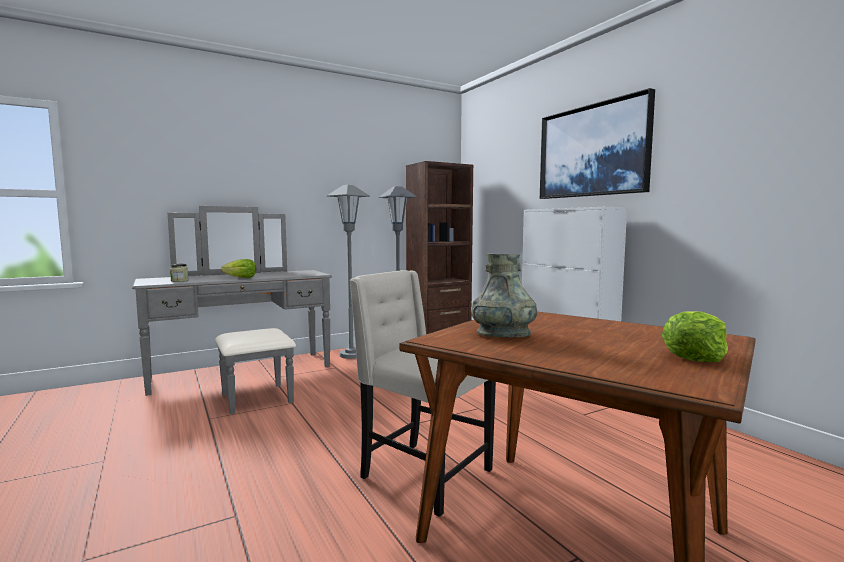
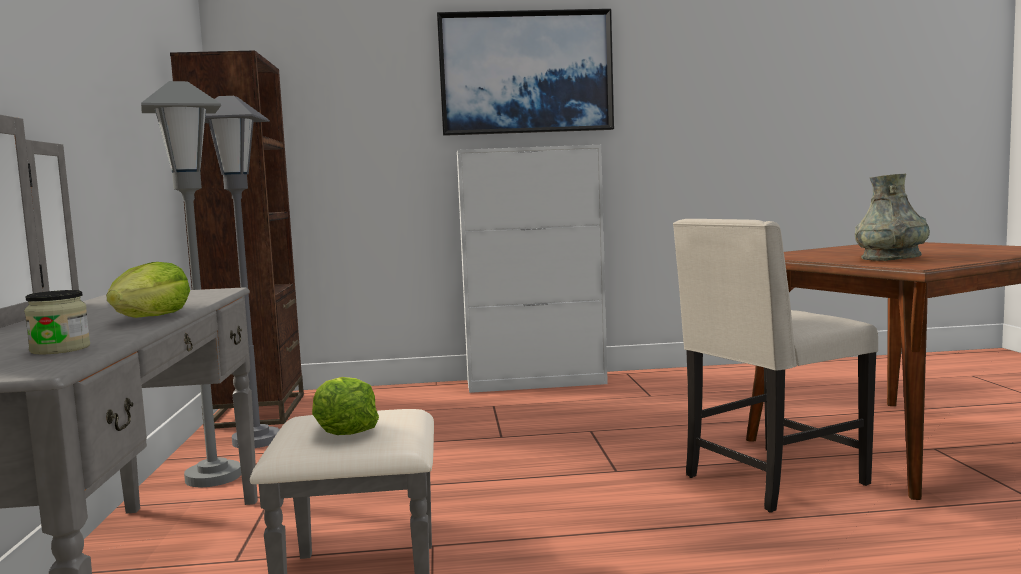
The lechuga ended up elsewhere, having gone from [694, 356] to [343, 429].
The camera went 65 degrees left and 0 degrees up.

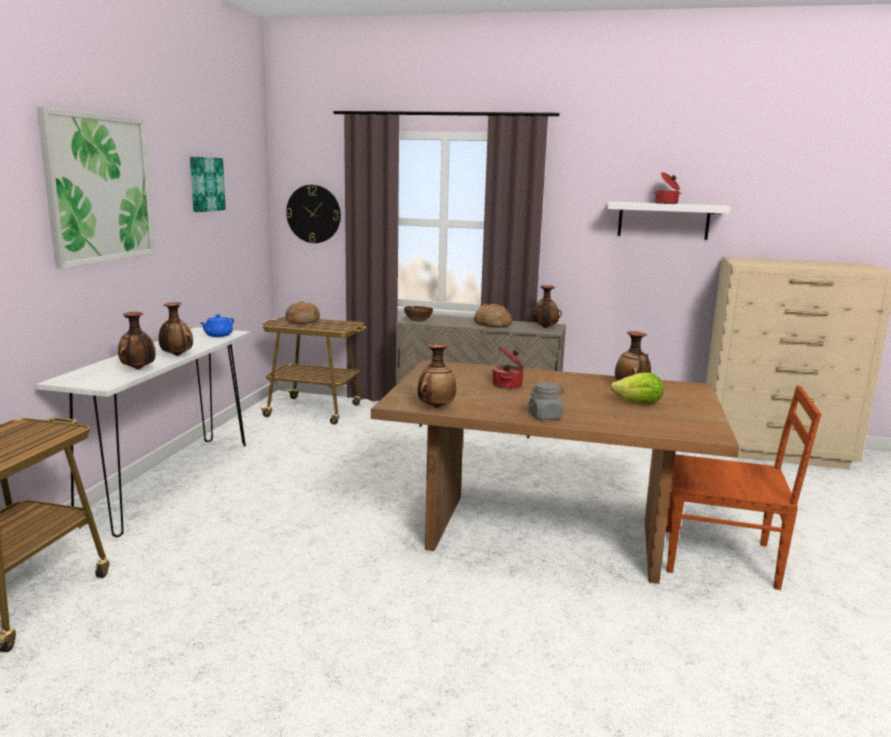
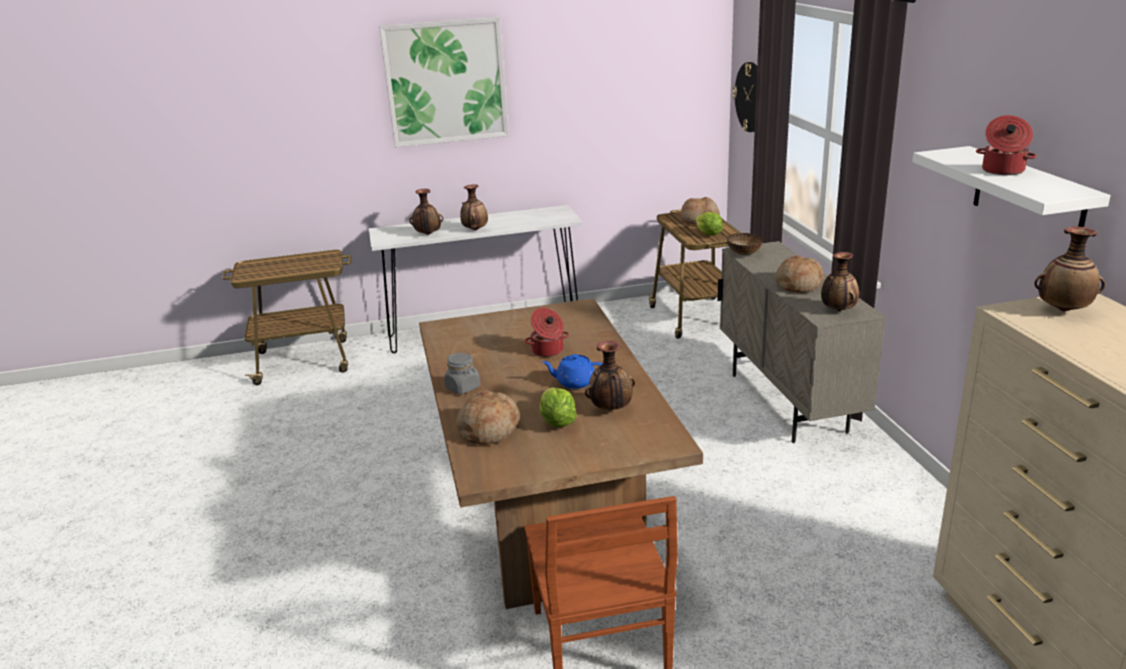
The second view gained the pan at [488, 429].
The tetera/azul ended up elsewhere, having gone from [218, 335] to [574, 382].
The second view gained the lechuga at [708, 234].
The florero ended up elsewhere, having gone from [436, 407] to [1063, 310].
The second view lost the cuadro at [205, 184].
The camera went 65 degrees right and 10 degrees up.

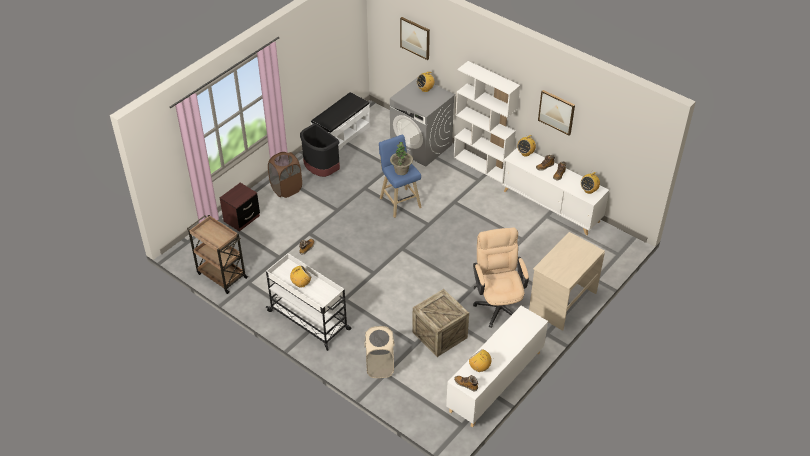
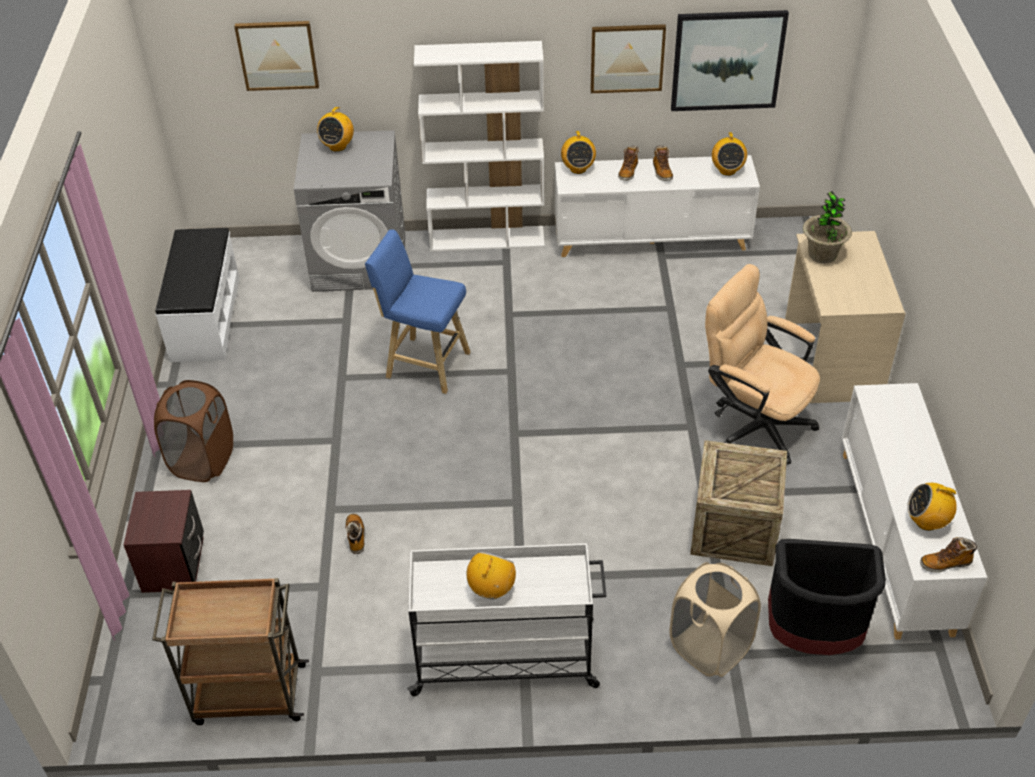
The second view gained the cuadro at [727, 60].
The papelera/negro ended up elsewhere, having gone from [321, 171] to [814, 637].
The planta en maceta ended up elsewhere, having gone from [401, 170] to [822, 254].
The camera went 40 degrees left and 0 degrees up.

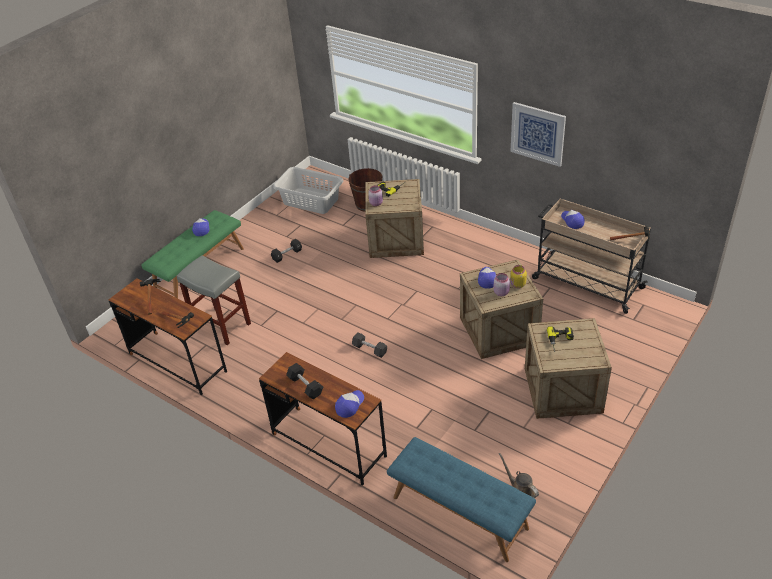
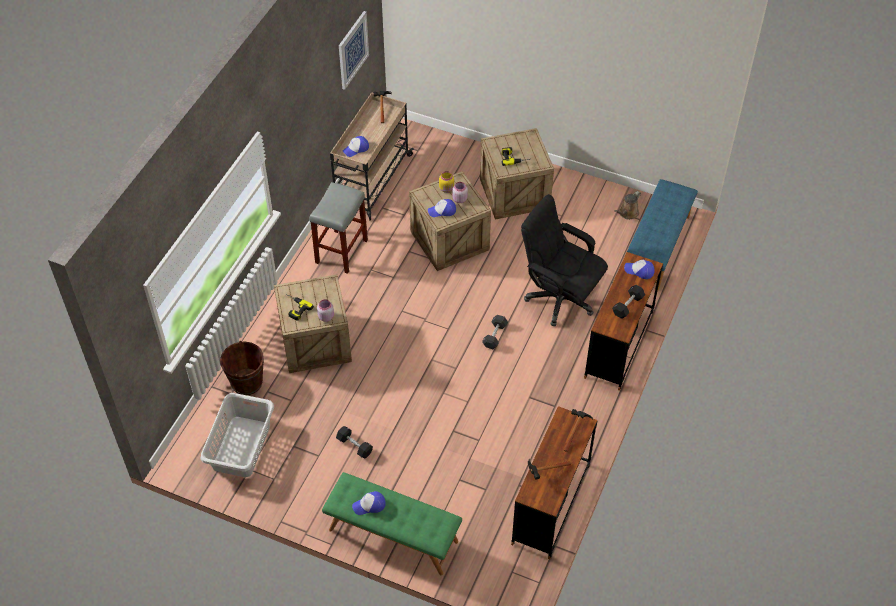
The taburete/gris ended up elsewhere, having gone from [222, 326] to [341, 251].
The cuadro ended up elsewhere, having gone from [537, 133] to [353, 50].
The second view gained the silla de oficina/negro at [559, 298].
The camera went 105 degrees left and 10 degrees up.

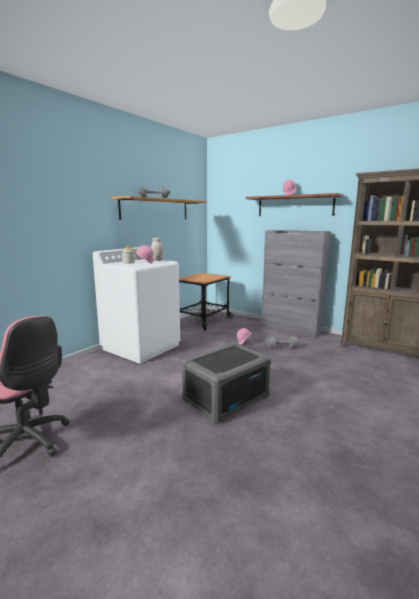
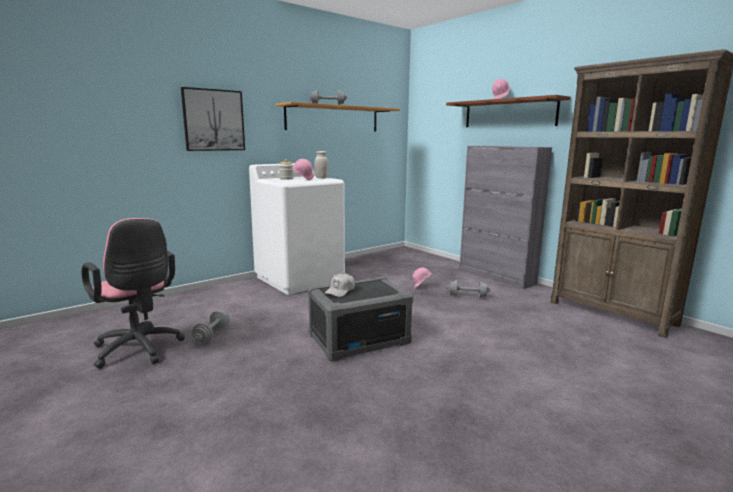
The second view gained the cuadro at [213, 120].
The second view gained the mancuerna/gris at [212, 335].
The second view gained the gorra/blanco at [340, 291].
The second view lost the carrito at [203, 320].
The camera went 15 degrees right and 0 degrees up.

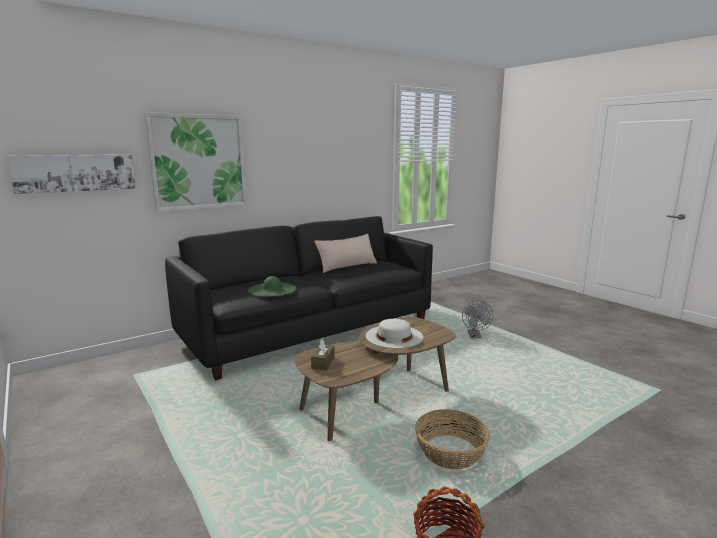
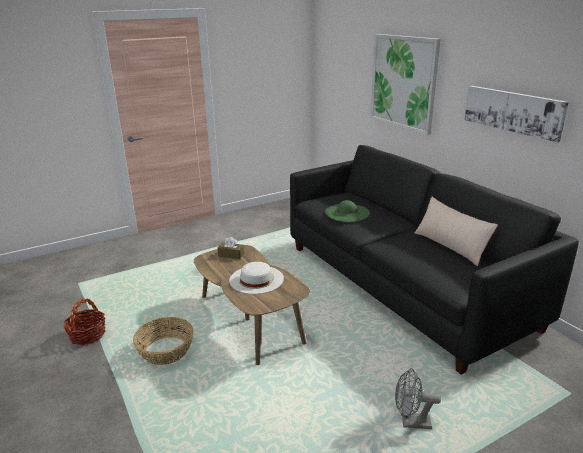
The cuadro ended up elsewhere, having gone from [75, 173] to [513, 111].
The camera went 95 degrees right and 10 degrees up.

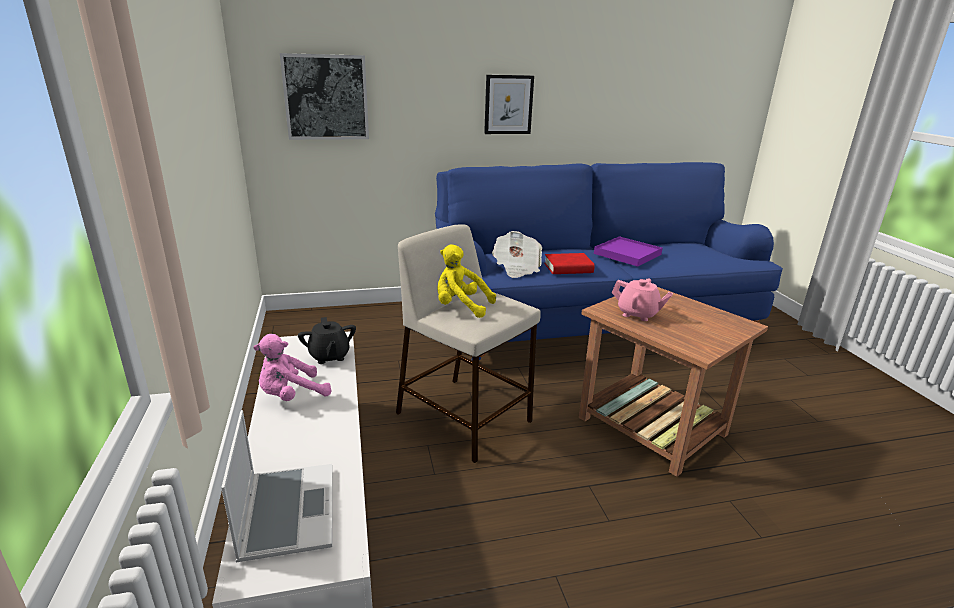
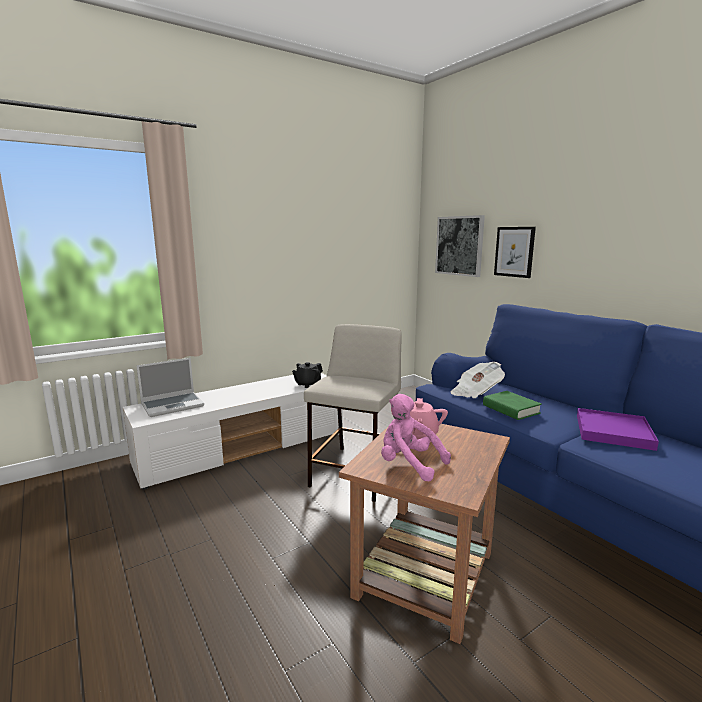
The peluche/rosa ended up elsewhere, having gone from [291, 396] to [409, 464].
What was the libro/rojo at [568, 268] turned into the libro/verde at [511, 409].
The cuadro ended up elsewhere, having gone from [508, 104] to [514, 252].
The second view lost the peluche/amarillo at [460, 307].
The camera went 70 degrees right and 10 degrees down.

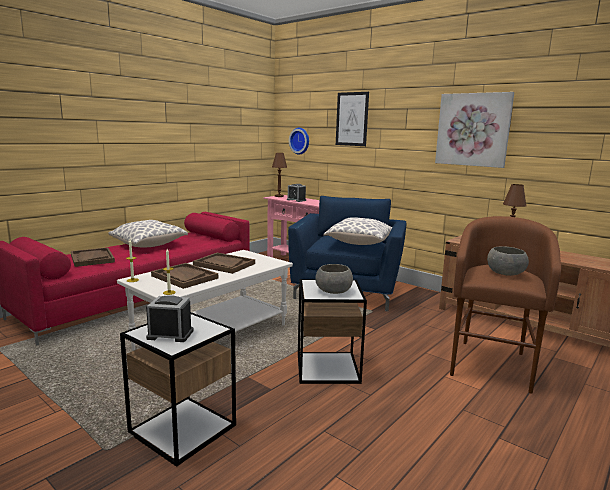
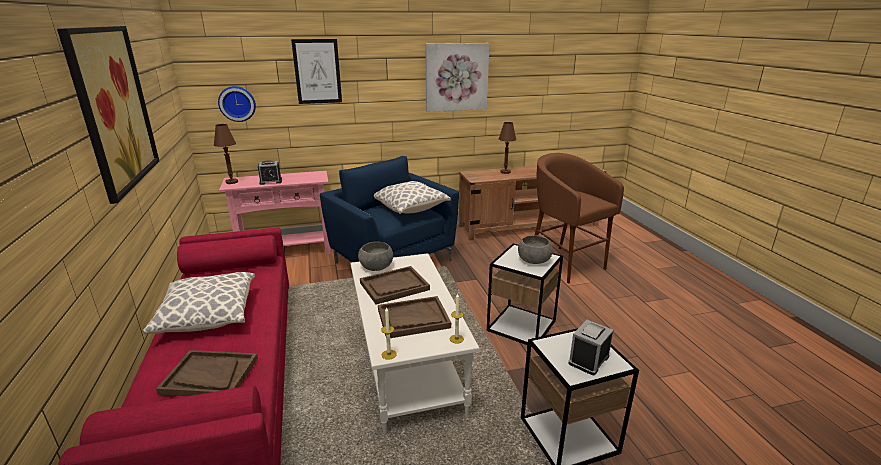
The second view gained the cuadro at [113, 108].
The cuenco/gris ended up elsewhere, having gone from [505, 273] to [376, 267].
The camera went 55 degrees left and 10 degrees up.

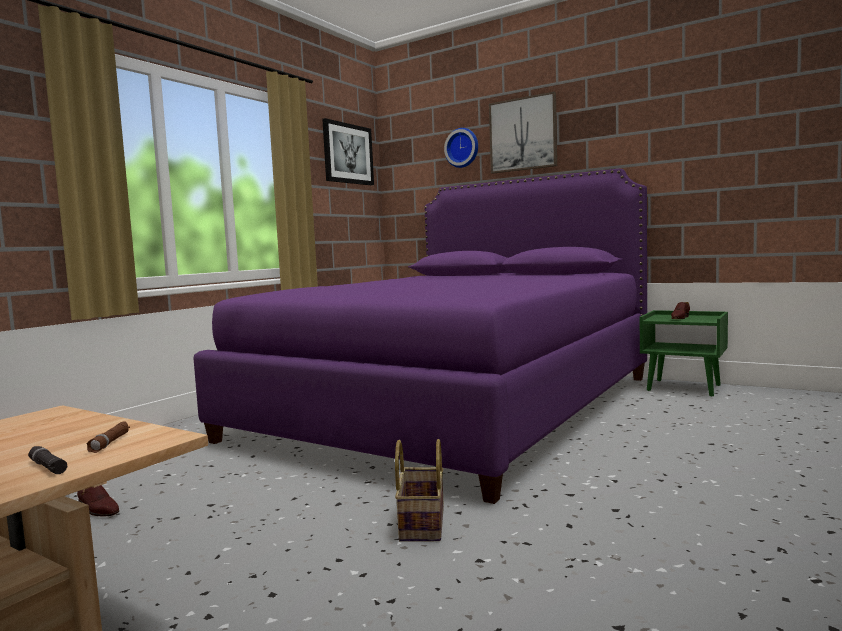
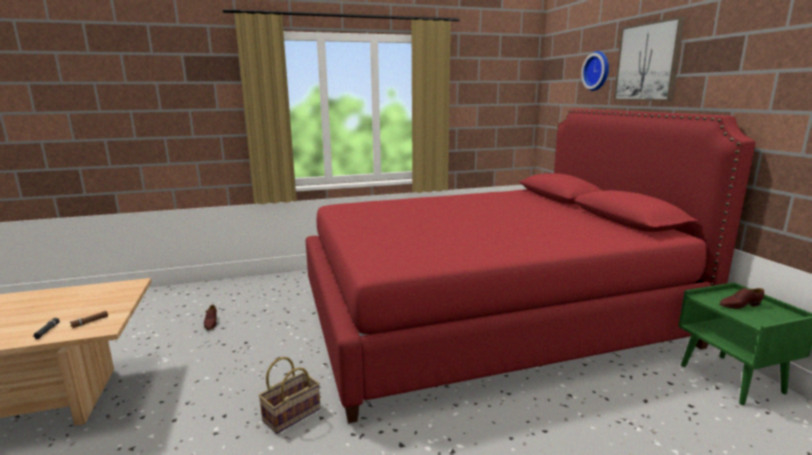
What was the cama/morado at [455, 406] turned into the cama/rojo at [484, 316].
The second view lost the cuadro at [348, 153].
The camera went 40 degrees right and 10 degrees up.

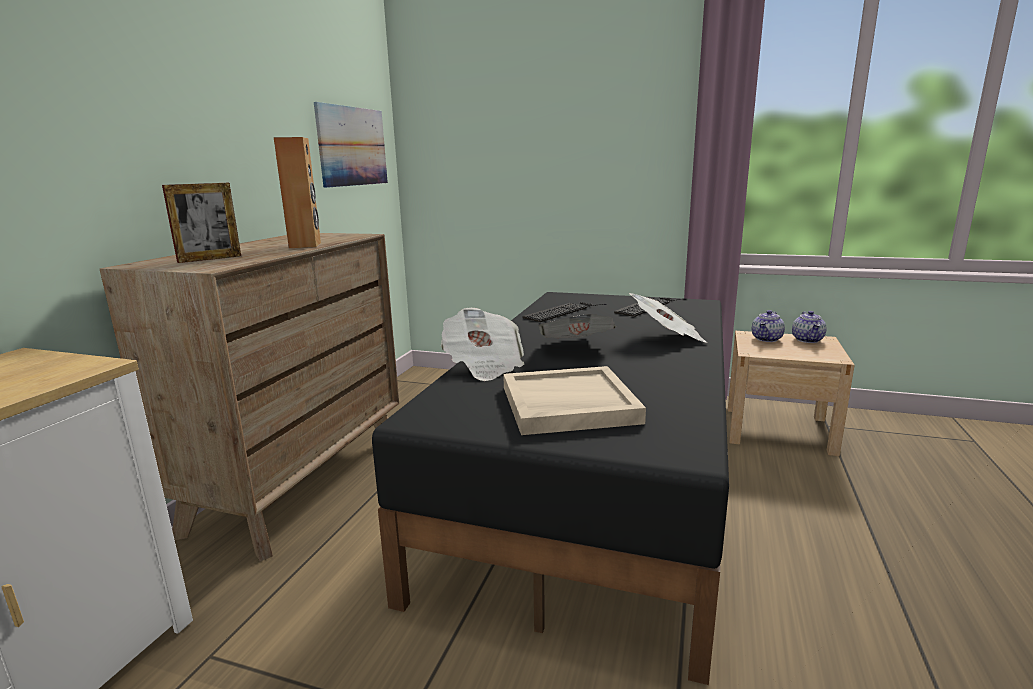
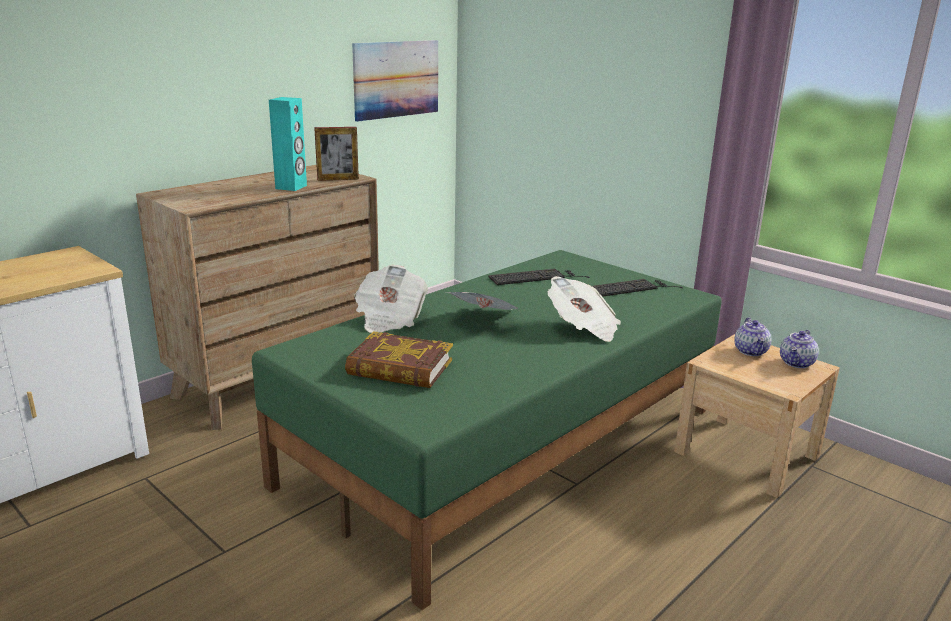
What was the cama/negro at [598, 478] turned into the cama/verde at [508, 446].
What was the altavoz/marrón at [305, 245] turned into the altavoz/turquesa at [291, 187].
The portarretratos ended up elsewhere, having gone from [210, 259] to [338, 179].
Where the bandeja/beis stood at [567, 405], the libro came to stand at [400, 368].
The tetera at [767, 339] ended up facing another way, 60 degrees counterclockwise from before.
The camera went 25 degrees right and 5 degrees up.

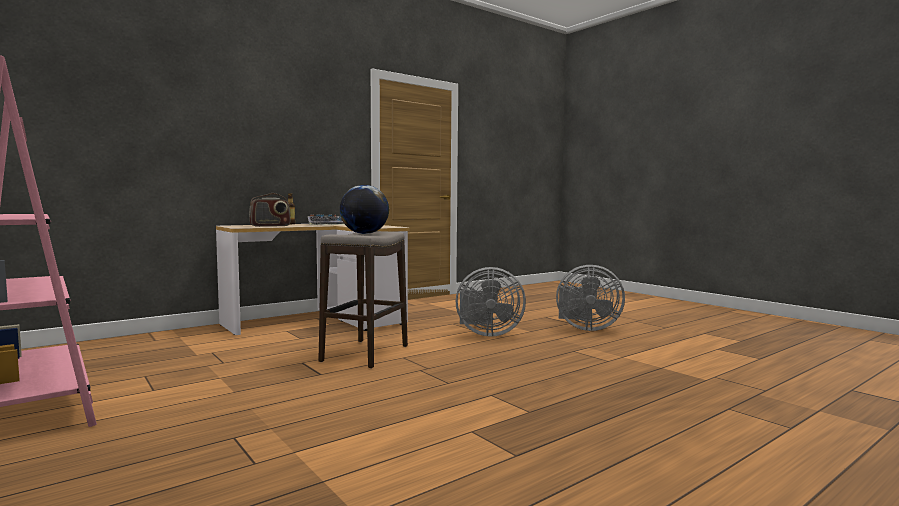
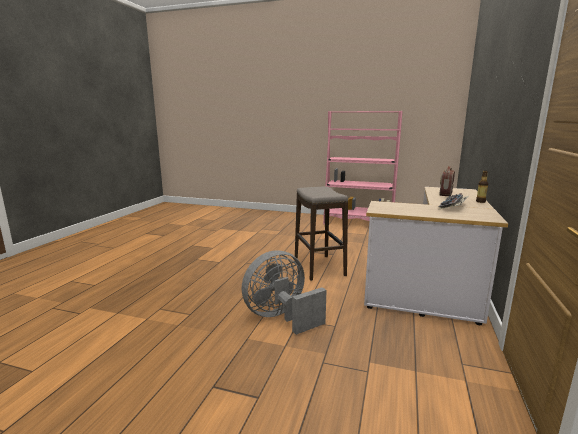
The second view lost the globo terráqueo at [364, 233].
The second view lost the ventilador/gris at [585, 328].
The camera went 145 degrees right and 10 degrees up.

